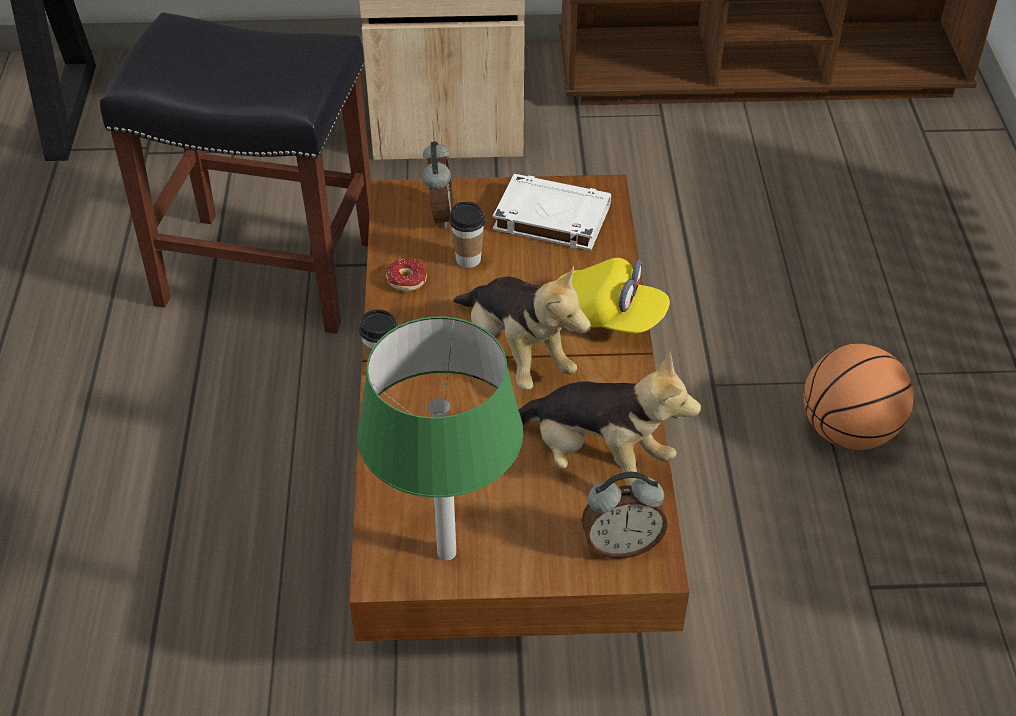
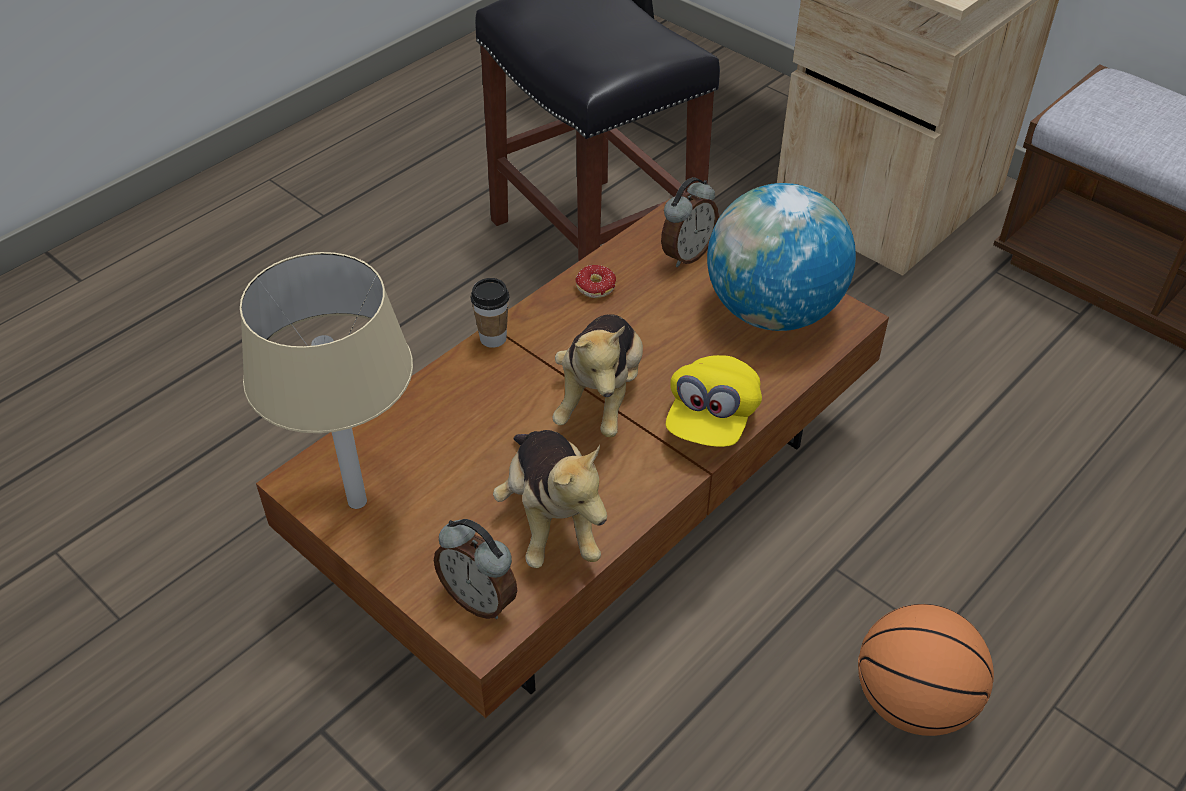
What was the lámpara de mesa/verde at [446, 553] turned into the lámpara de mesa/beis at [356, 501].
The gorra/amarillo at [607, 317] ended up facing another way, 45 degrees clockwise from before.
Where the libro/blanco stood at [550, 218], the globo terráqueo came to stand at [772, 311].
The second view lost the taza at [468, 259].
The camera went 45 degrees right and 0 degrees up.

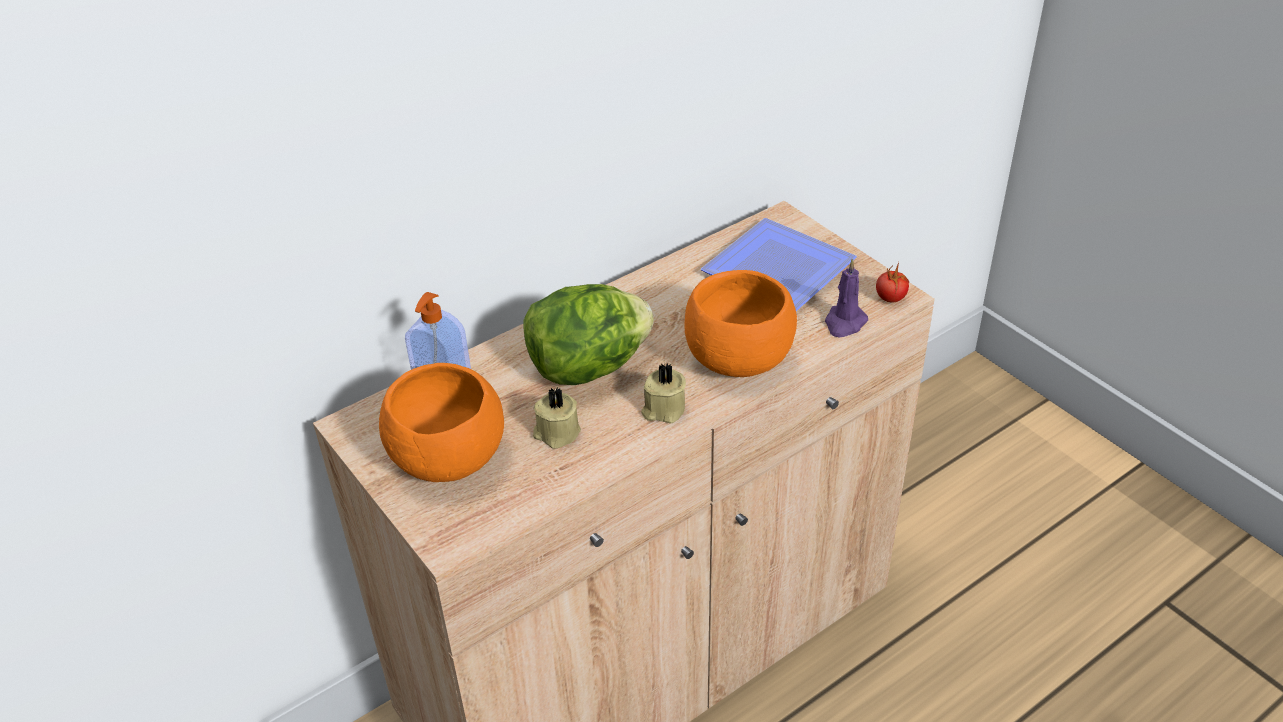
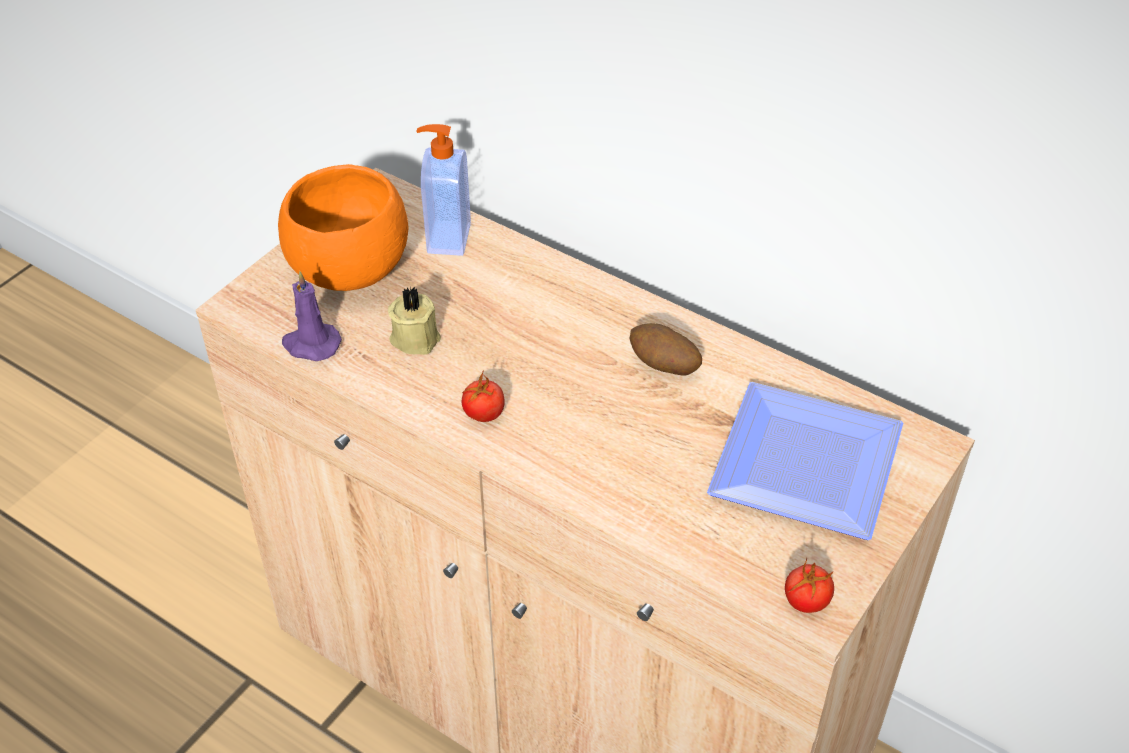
The vela/morado ended up elsewhere, having gone from [844, 323] to [311, 344].
Where the vela/beis stood at [663, 409], the tomate came to stand at [483, 414].
The second view gained the patata at [663, 366].
The second view lost the lechuga at [588, 367].
The second view lost the cuenco/naranja at [739, 360].
The camera went 70 degrees right and 5 degrees up.

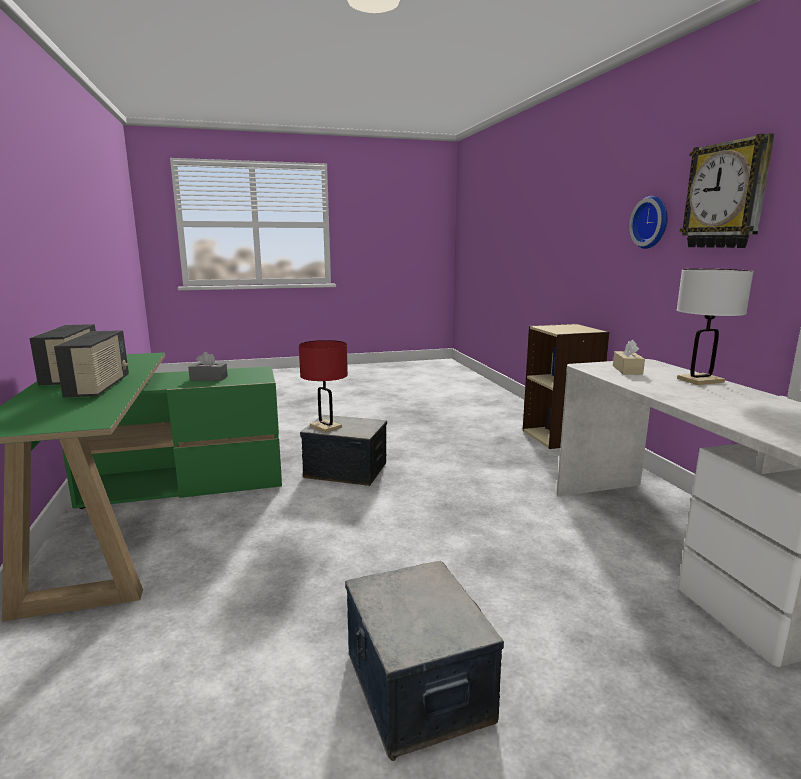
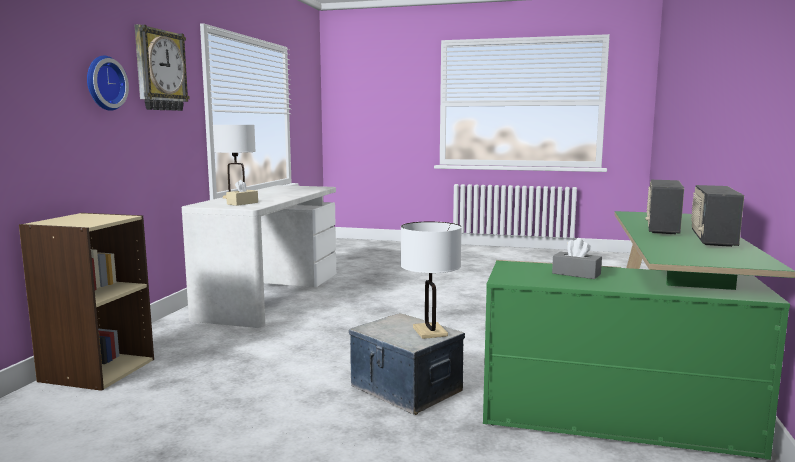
What was the lámpara de mesa/rojo at [325, 427] turned into the lámpara de mesa/blanco at [430, 332].
The second view lost the caja de almacenaje at [416, 687].
The camera went 150 degrees left and 5 degrees down.

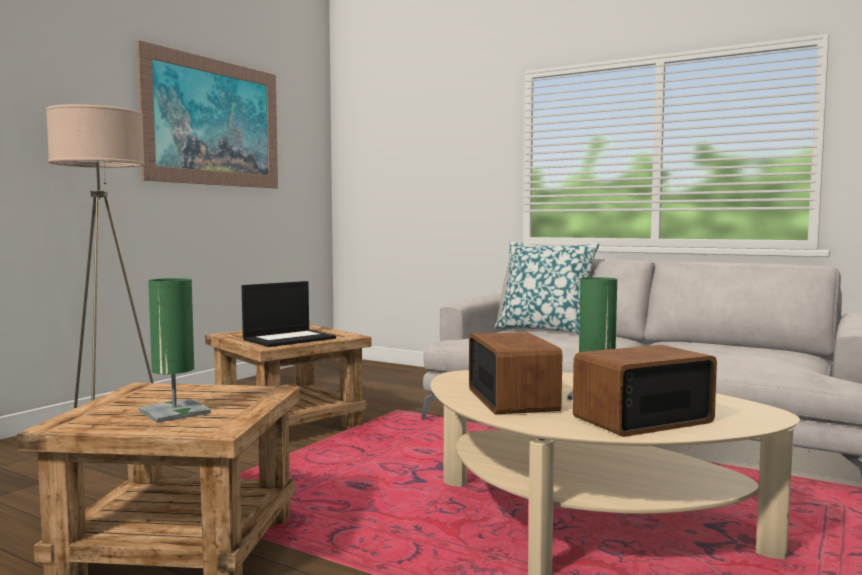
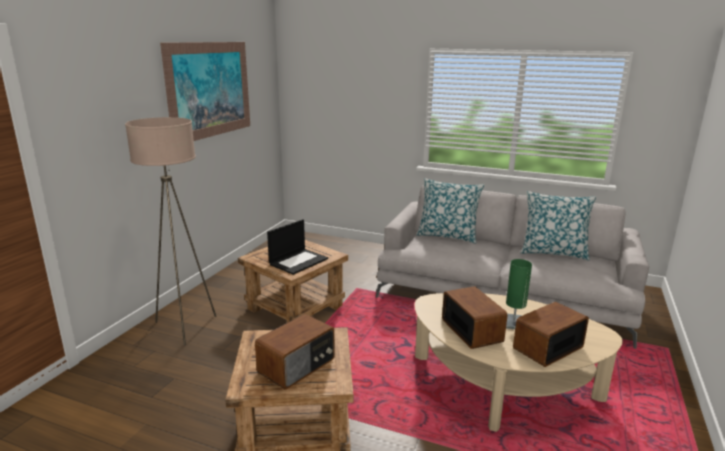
Where the lámpara de mesa/verde stood at [174, 412], the radio came to stand at [297, 366].
The second view gained the cojín at [553, 252].
The camera went 10 degrees left and 15 degrees up.

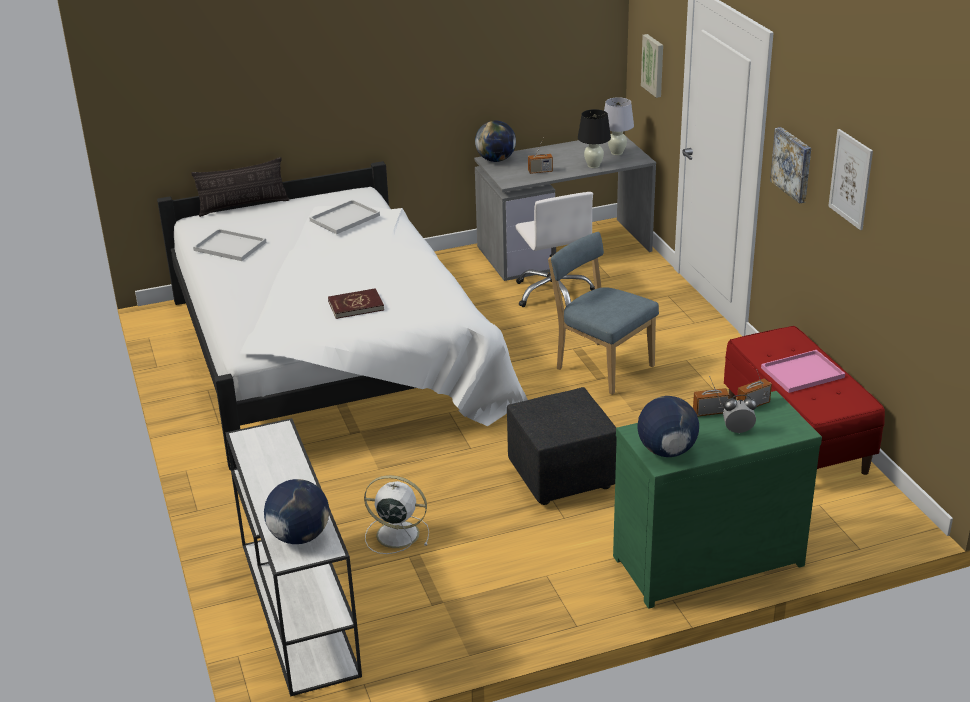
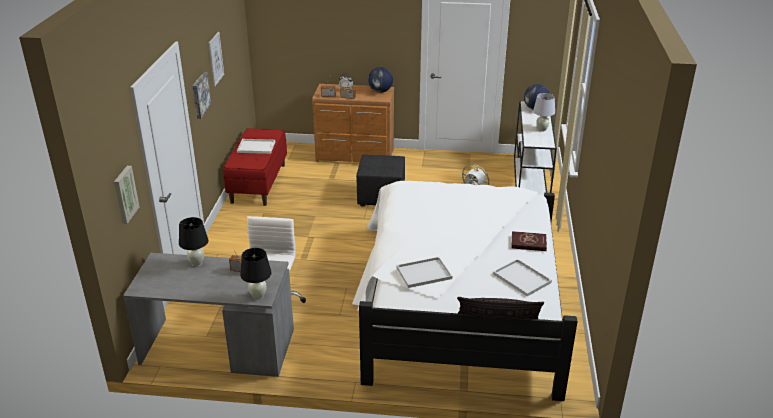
What was the bandeja/rosa at [801, 373] turned into the bandeja/blanco at [257, 147].
Where the globo terráqueo stood at [496, 160], the lámpara de mesa/negro came to stand at [258, 296].
What was the cómoda/verde at [704, 558] turned into the cómoda/marrón at [355, 156].
The libro/rojo ended up elsewhere, having gone from [356, 306] to [528, 243].
The lámpara de mesa/blanco ended up elsewhere, having gone from [616, 153] to [542, 129].
The second view lost the silla/azul at [601, 366].
The camera went 155 degrees left and 0 degrees up.

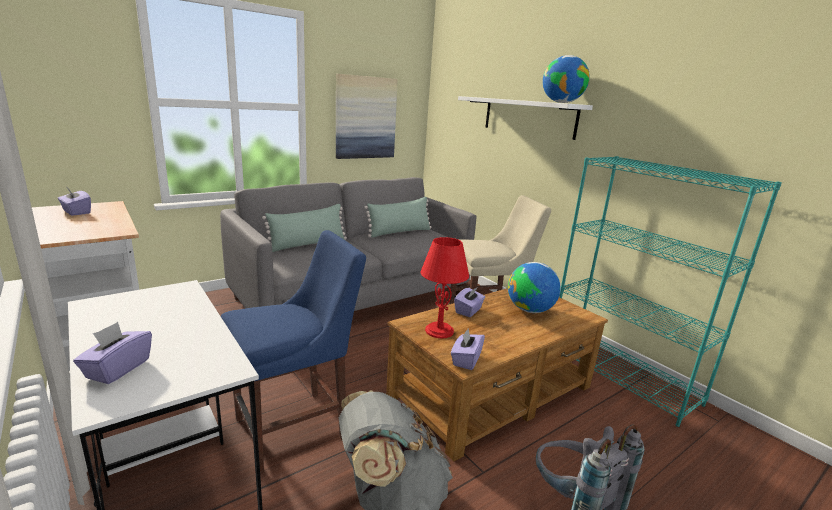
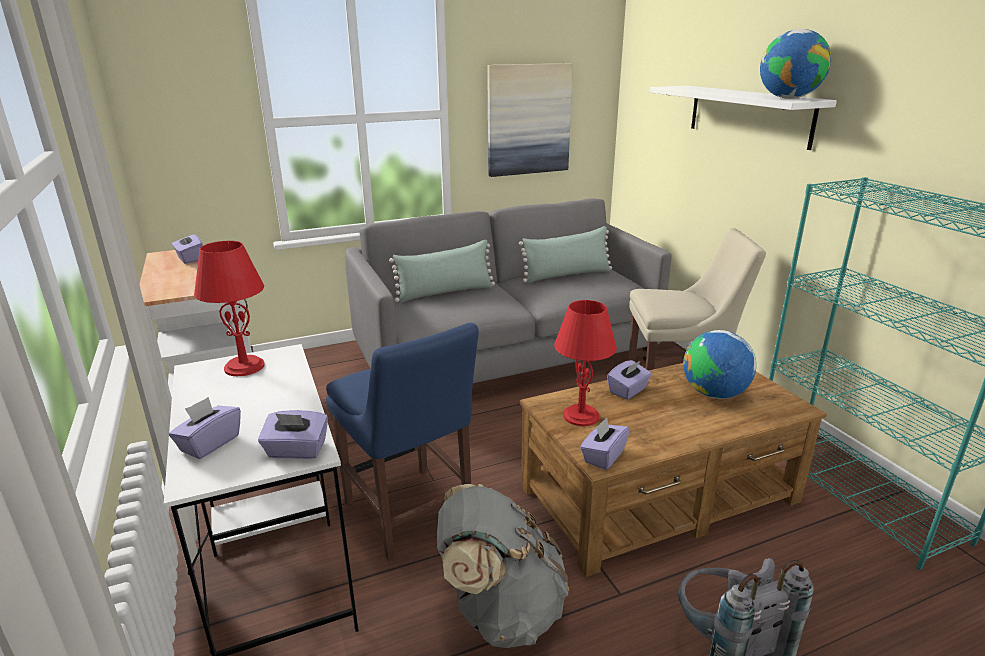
The second view gained the lámpara de mesa/rojo at [245, 366].
The second view gained the caja de pañuelos/morado at [296, 450].
The silla/azul at [296, 427] ended up facing another way, 75 degrees clockwise from before.
The camera went 15 degrees right and 5 degrees up.

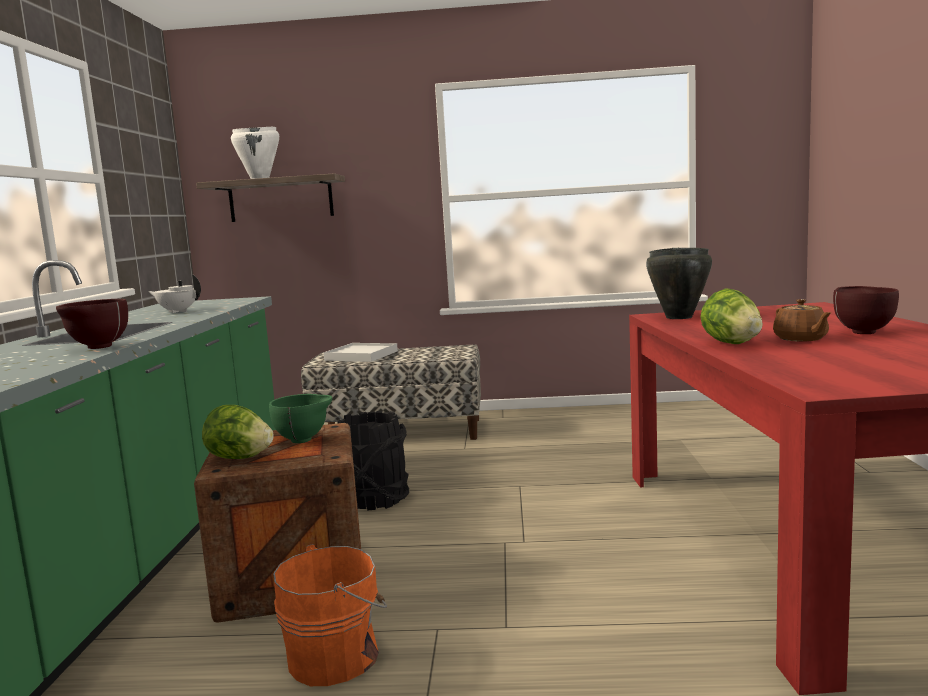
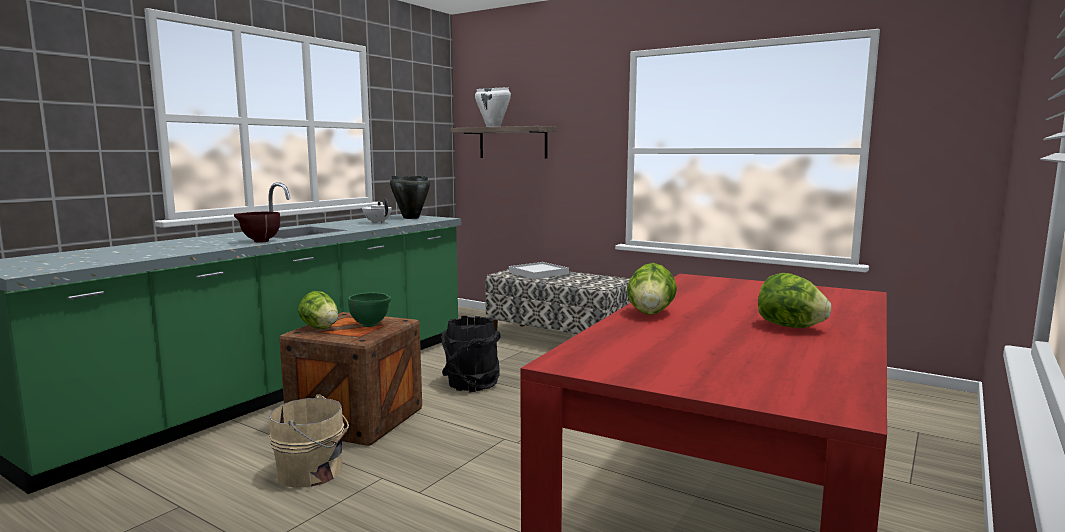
What was the cubo/naranja at [337, 656] turned into the cubo/beis at [313, 472].
The olla/negro ended up elsewhere, having gone from [678, 317] to [410, 218].
Where the cuenco/marrón stood at [862, 332], the lechuga came to stand at [790, 326].
The second view lost the tetera/marrón at [801, 339].
The camera went 30 degrees right and 0 degrees up.

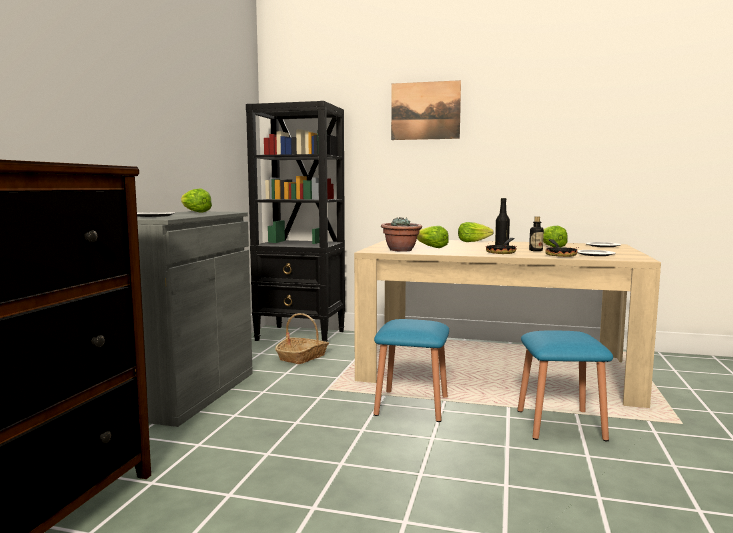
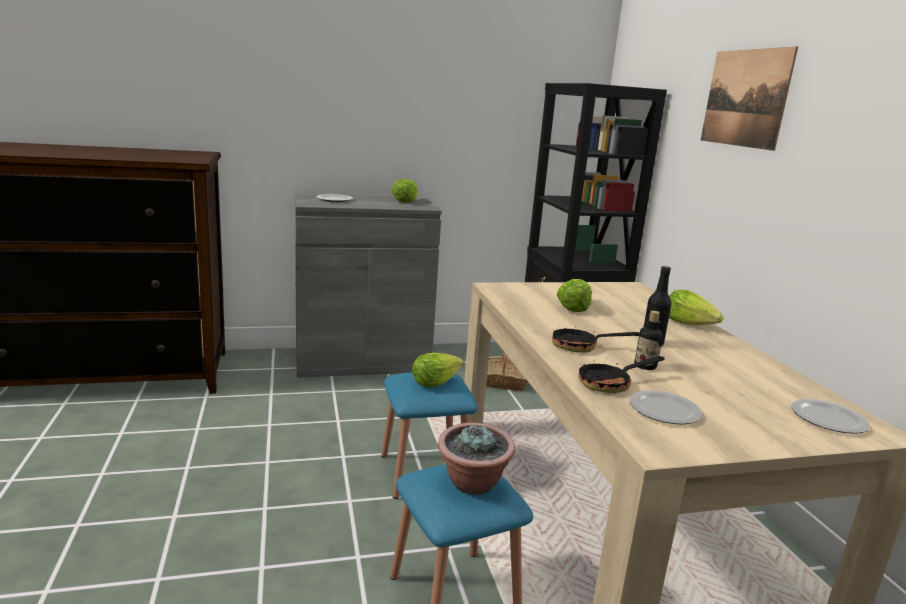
The lechuga ended up elsewhere, having gone from [551, 247] to [435, 381].
The planta en maceta ended up elsewhere, having gone from [401, 250] to [473, 484].
The camera went 60 degrees right and 10 degrees up.

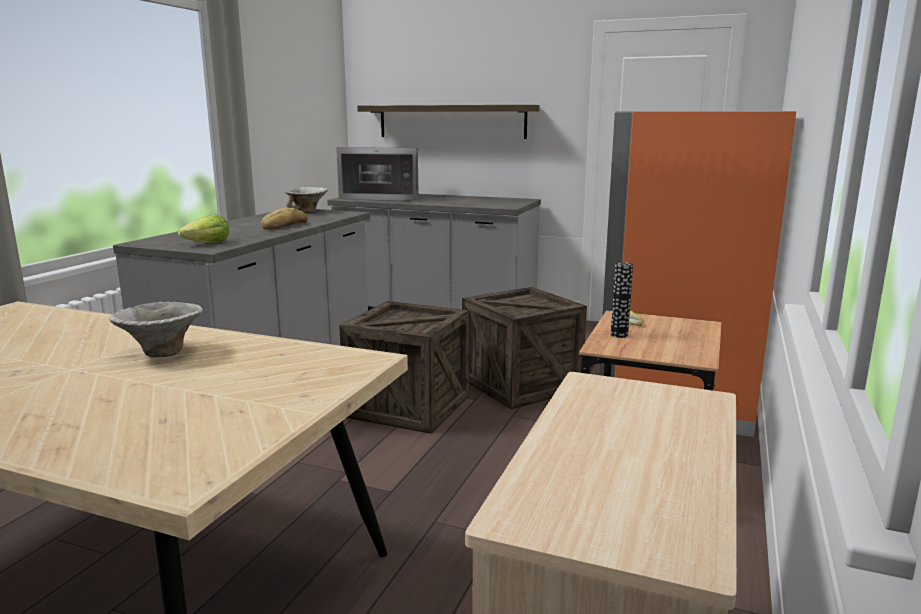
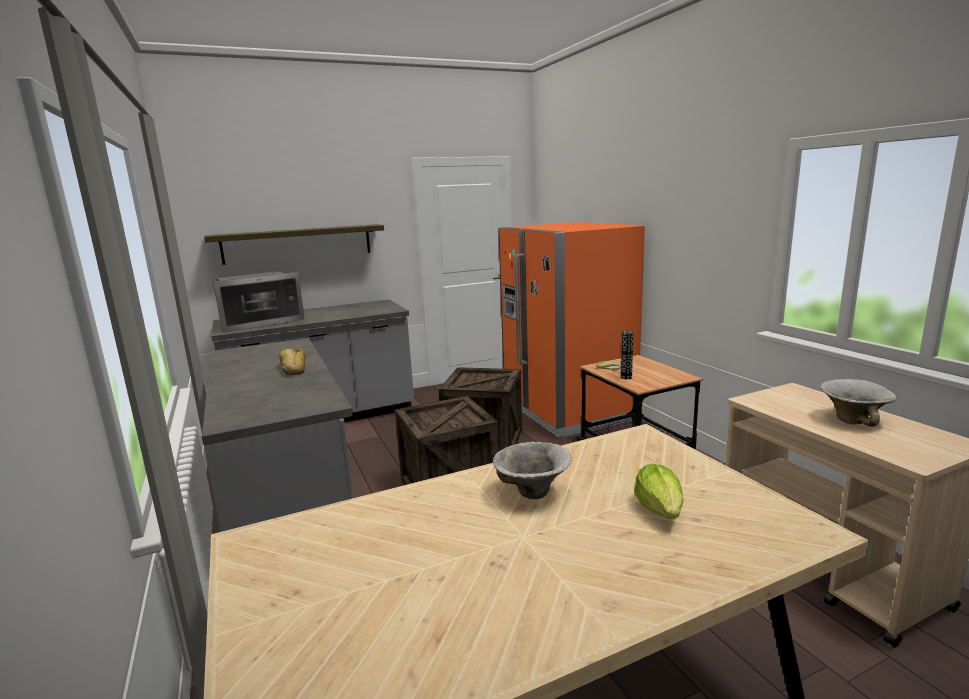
The lechuga ended up elsewhere, having gone from [208, 243] to [660, 510].
The cuenco ended up elsewhere, having gone from [307, 212] to [853, 420].
The camera went 45 degrees left and 0 degrees up.

